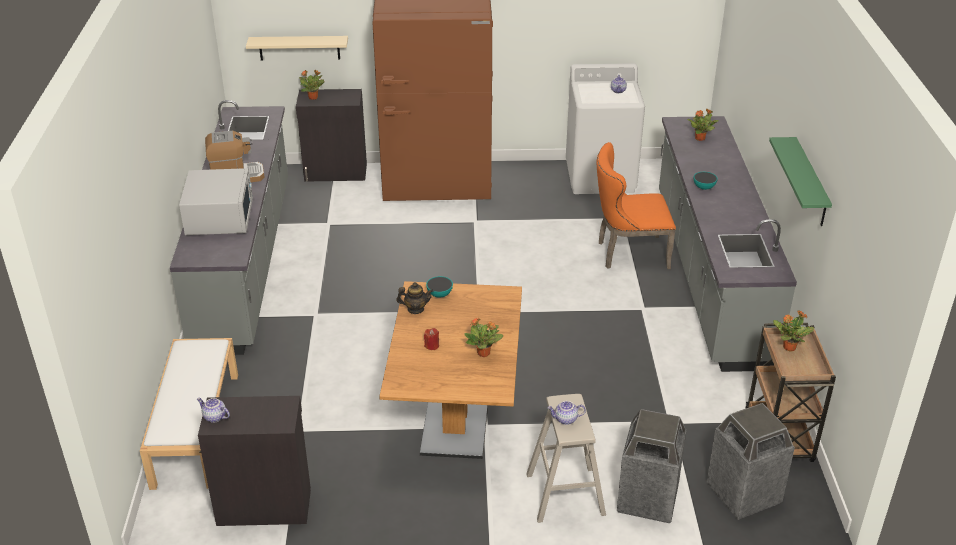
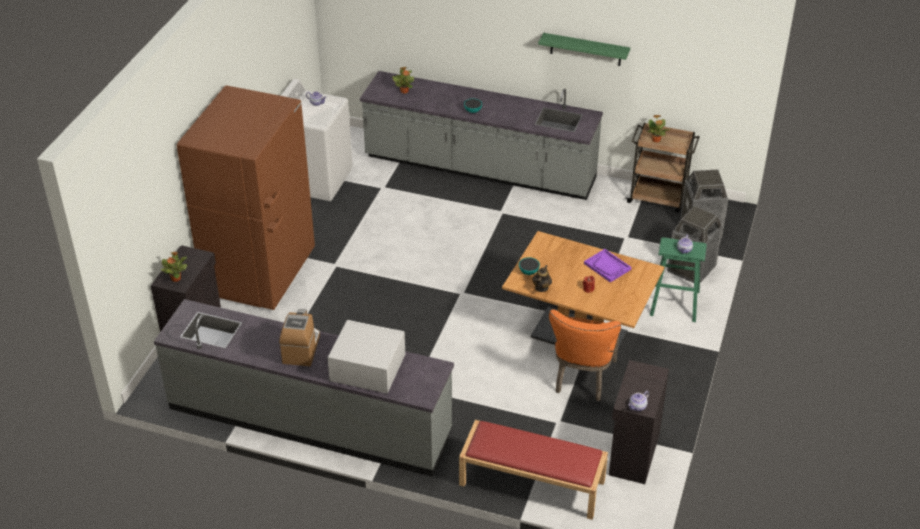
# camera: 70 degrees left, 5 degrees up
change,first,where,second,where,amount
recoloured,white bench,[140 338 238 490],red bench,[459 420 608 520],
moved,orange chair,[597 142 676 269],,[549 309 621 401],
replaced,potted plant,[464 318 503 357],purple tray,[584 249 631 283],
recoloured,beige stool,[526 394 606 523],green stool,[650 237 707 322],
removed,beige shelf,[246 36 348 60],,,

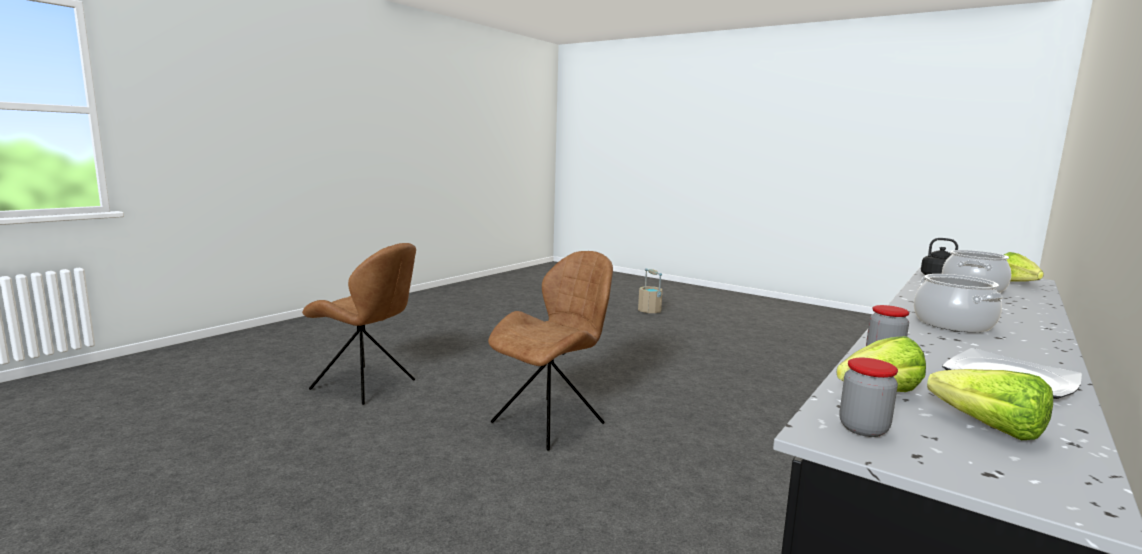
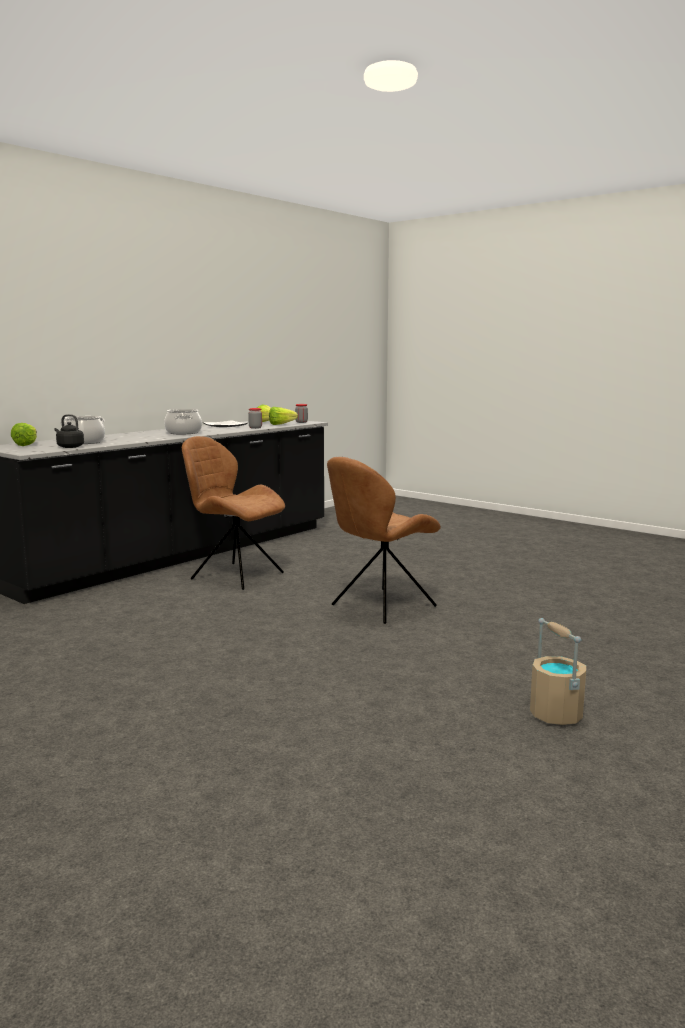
# camera: 175 degrees left, 0 degrees up
change,first,where,second,where,amount
moved,brown chair,[302 243 416 405],,[182 436 285 590],
moved,beige bucket,[638 268 663 313],,[530 618 586 725],

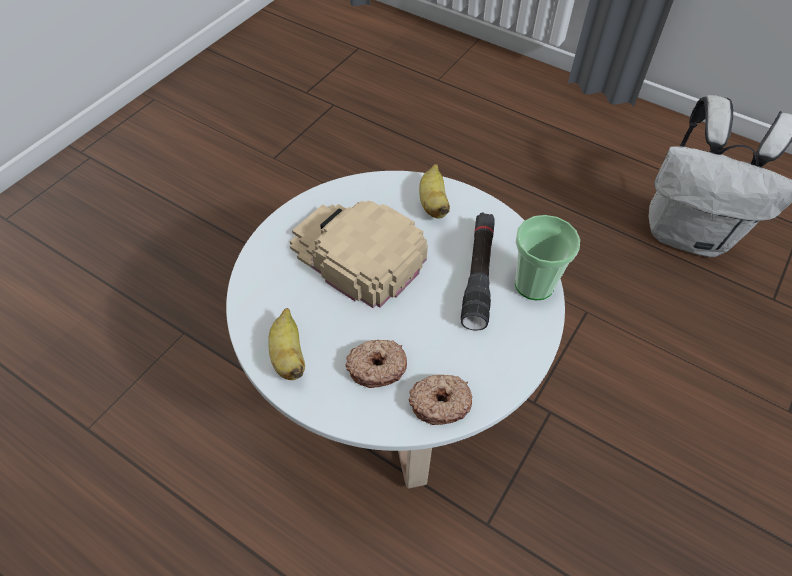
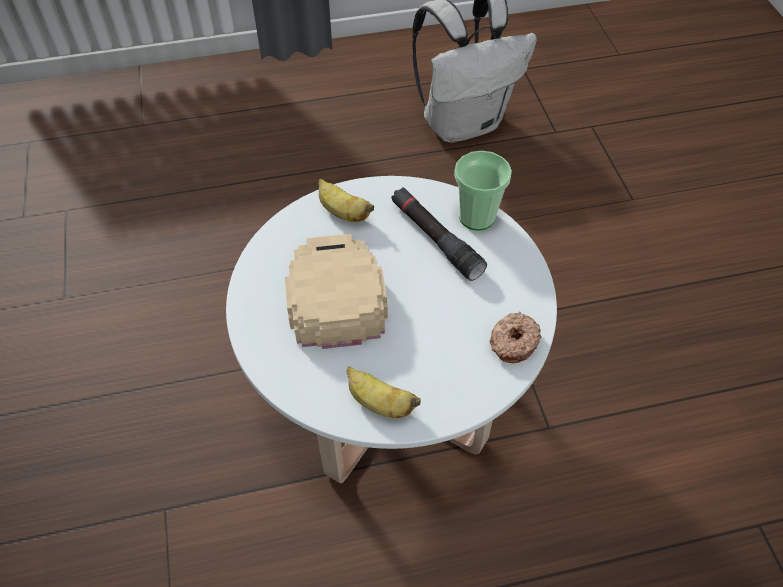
# camera: 45 degrees left, 0 degrees up
change,first,where,second,where,amount
turned,beige cap,[290 200 428 308],,[285 234 388 349],90 degrees clockwise
removed,donut,[345 340 407 388],,,

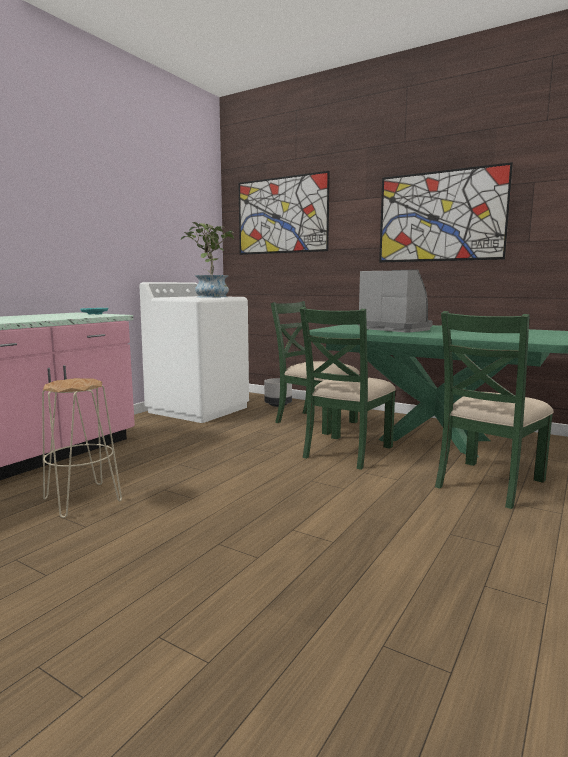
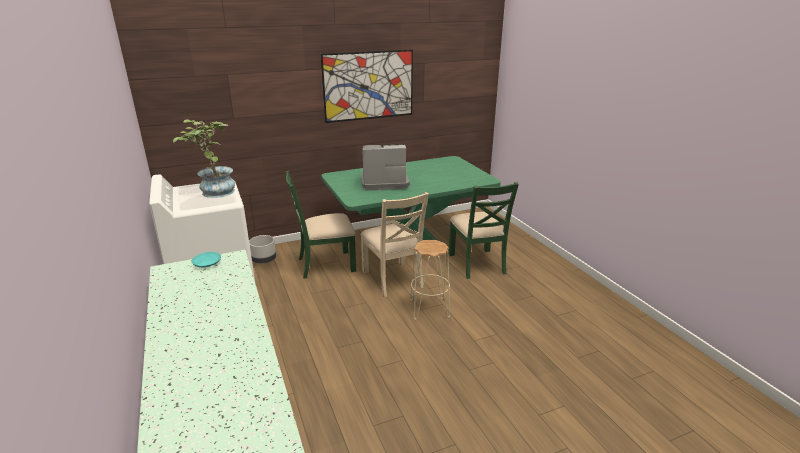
# camera: 55 degrees left, 15 degrees up
change,first,where,second,where,amount
recoloured,green chair,[300 307 396 470],beige chair,[361 192 429 297],
moved,beige stool,[42 378 122 518],,[410 240 450 320],
removed,picture,[238 171 330 255],,,

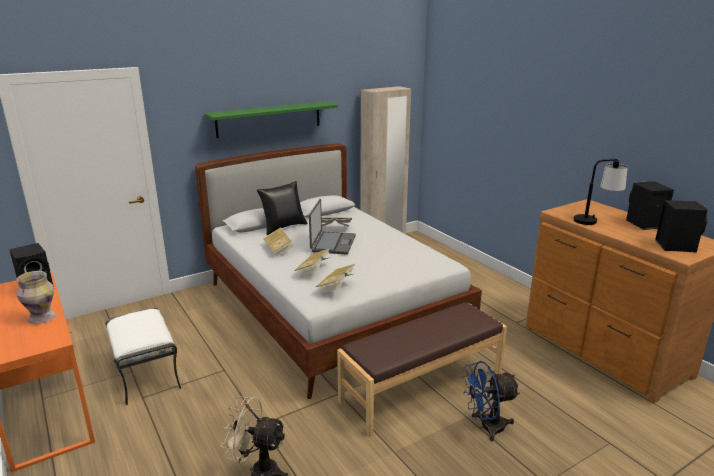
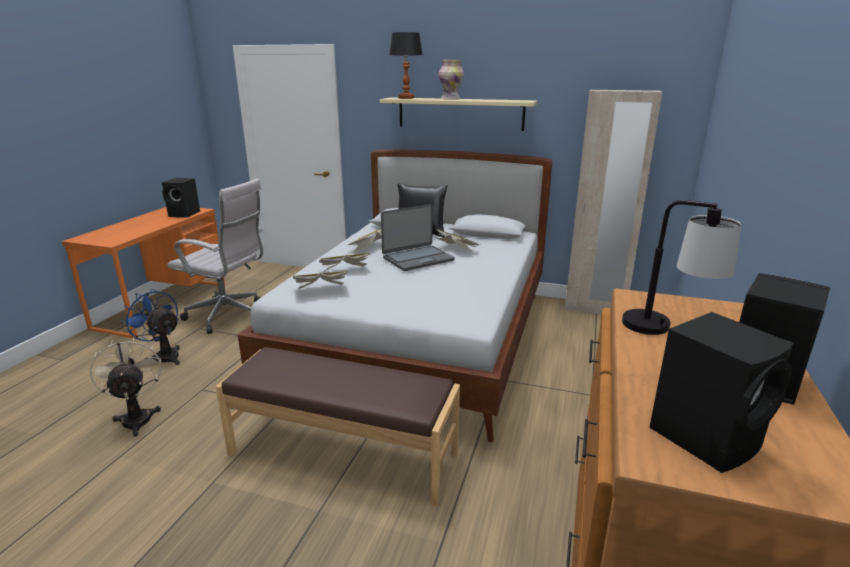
# camera: 50 degrees right, 0 degrees up
change,first,where,second,where,amount
moved,blue fan,[462 361 520 441],,[121 289 180 365],
replaced,white ottoman,[105 308 181 405],white office chair,[167 178 263 334],
recoloured,green shelf,[204 101 338 138],beige shelf,[380 97 537 131],
added,,,table lamp,[389 32 422 99],
moved,vase,[16 271 56 324],,[439 60 464 100],

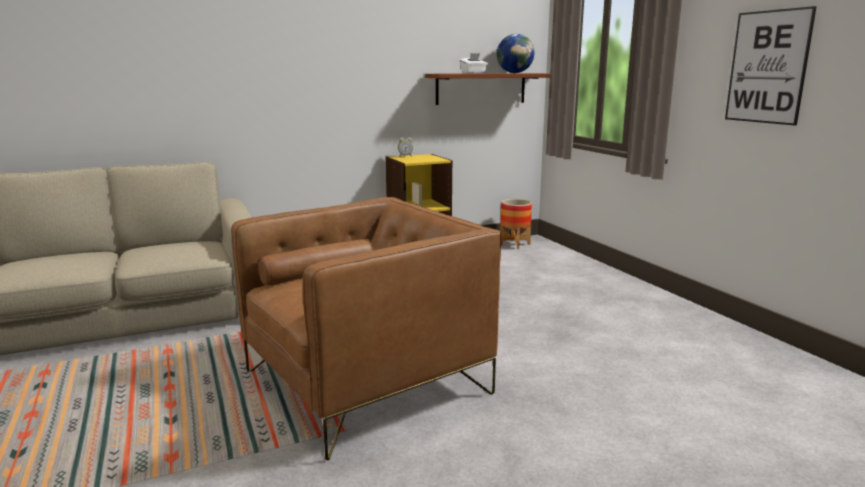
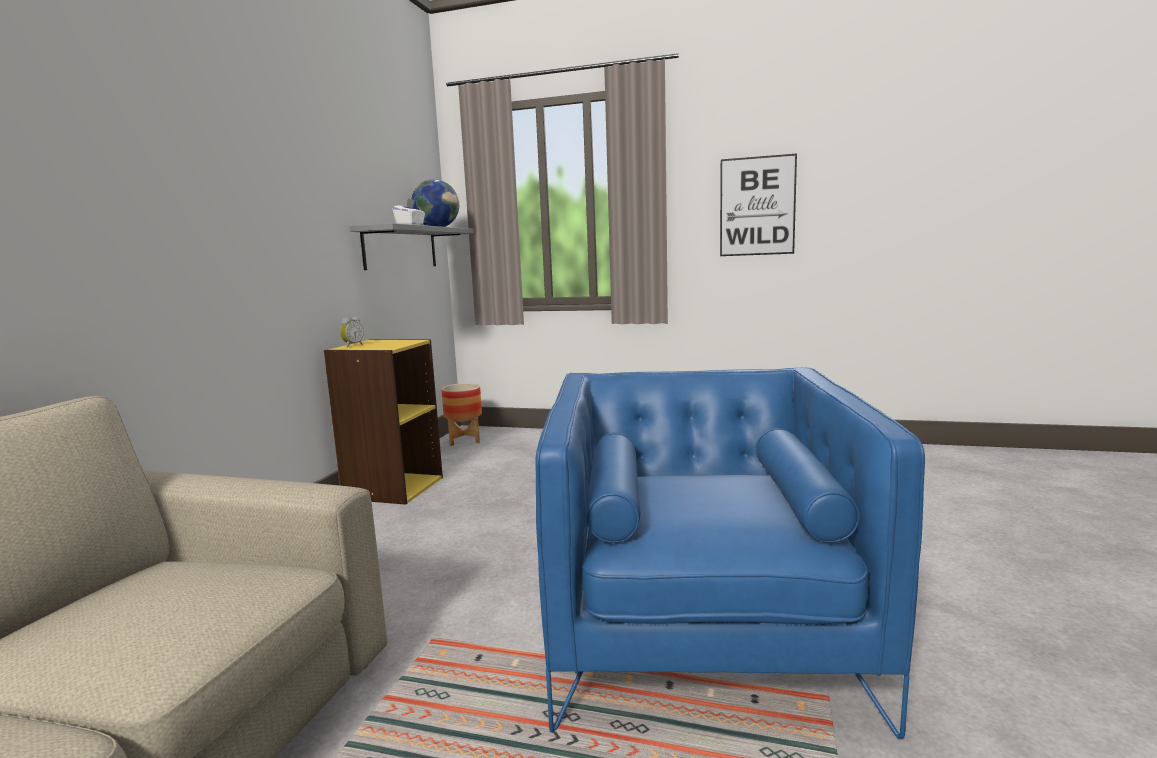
# camera: 50 degrees left, 5 degrees down
change,first,where,second,where,amount
recoloured,brown shelf,[425 73 552 105],grey shelf,[350 223 474 270],
recoloured,brown armchair,[231 197 501 460],blue armchair,[535 367 925 739],

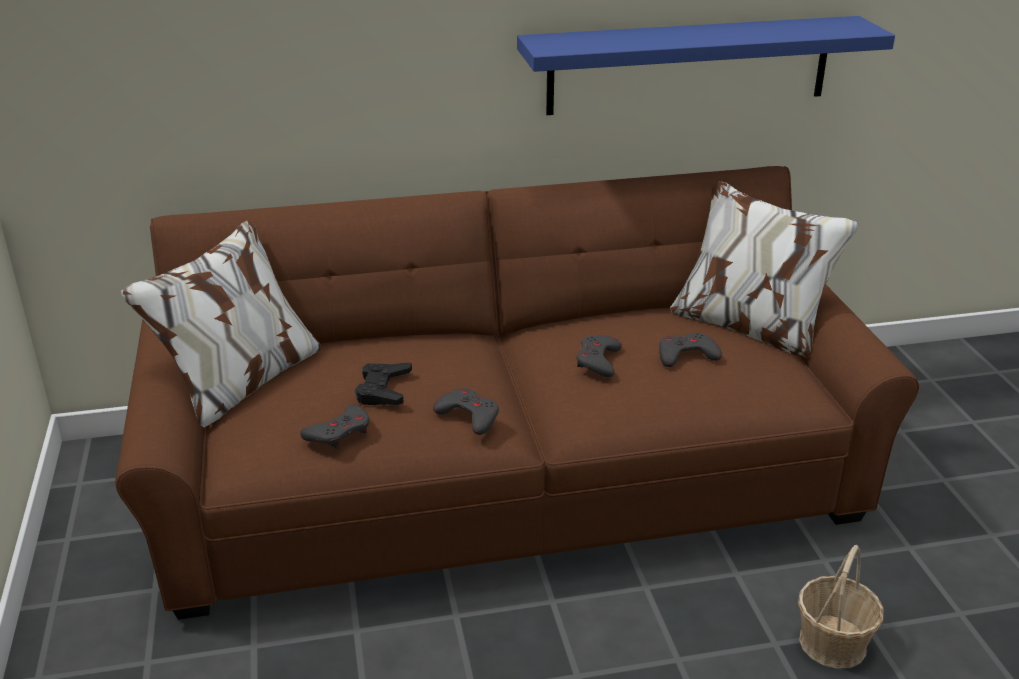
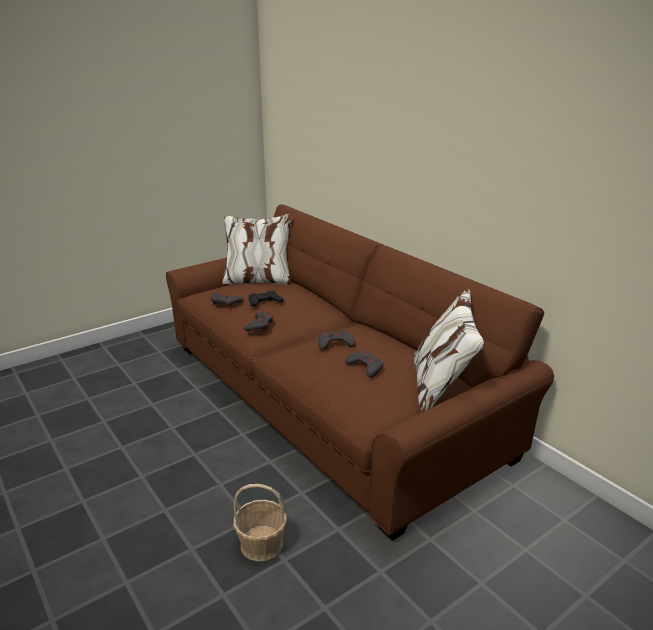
# camera: 65 degrees right, 5 degrees down
change,first,where,second,where,amount
removed,blue shelf,[517 16 895 115],,,

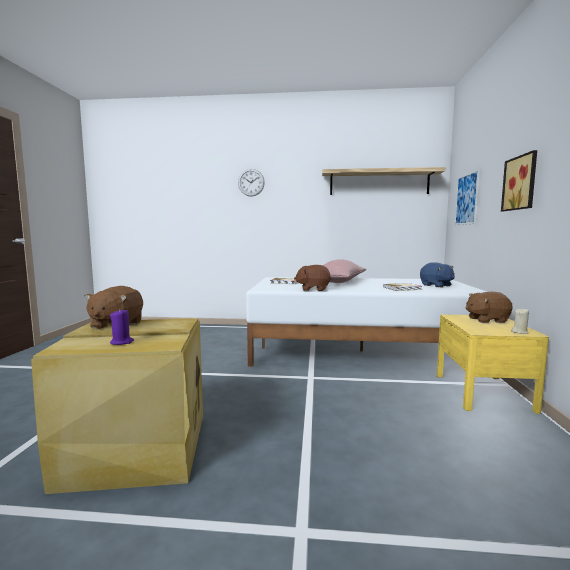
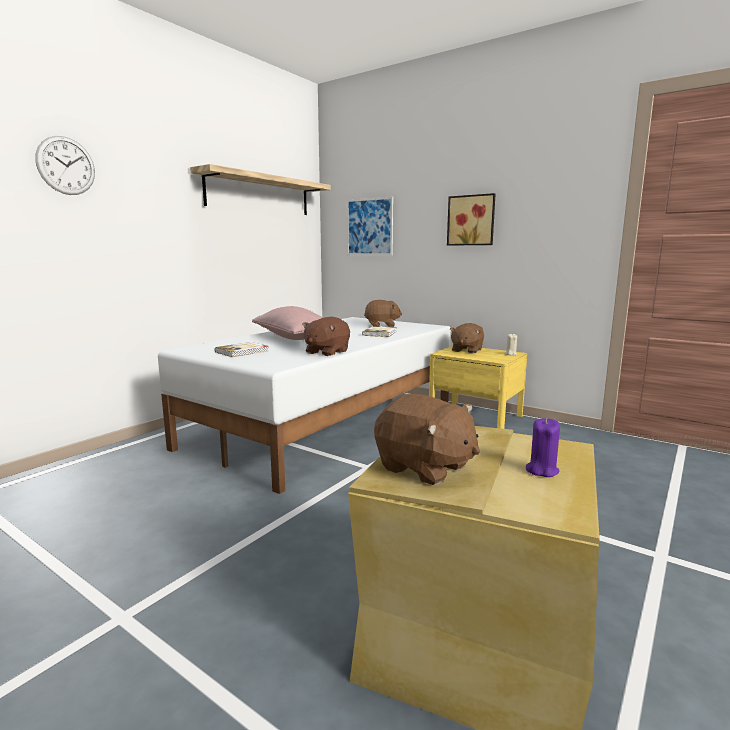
# camera: 60 degrees left, 5 degrees up
change,first,where,second,where,amount
recoloured,blue plush toy,[420 262 455 287],brown plush toy,[364 300 402 327],

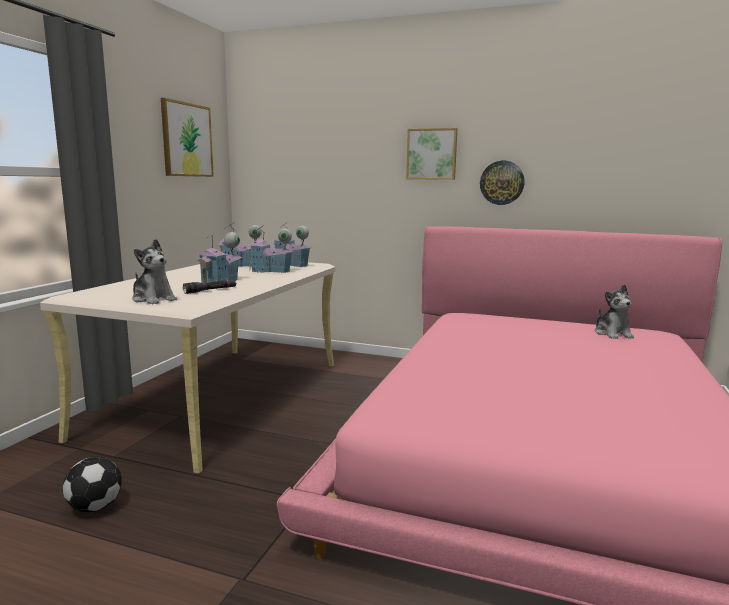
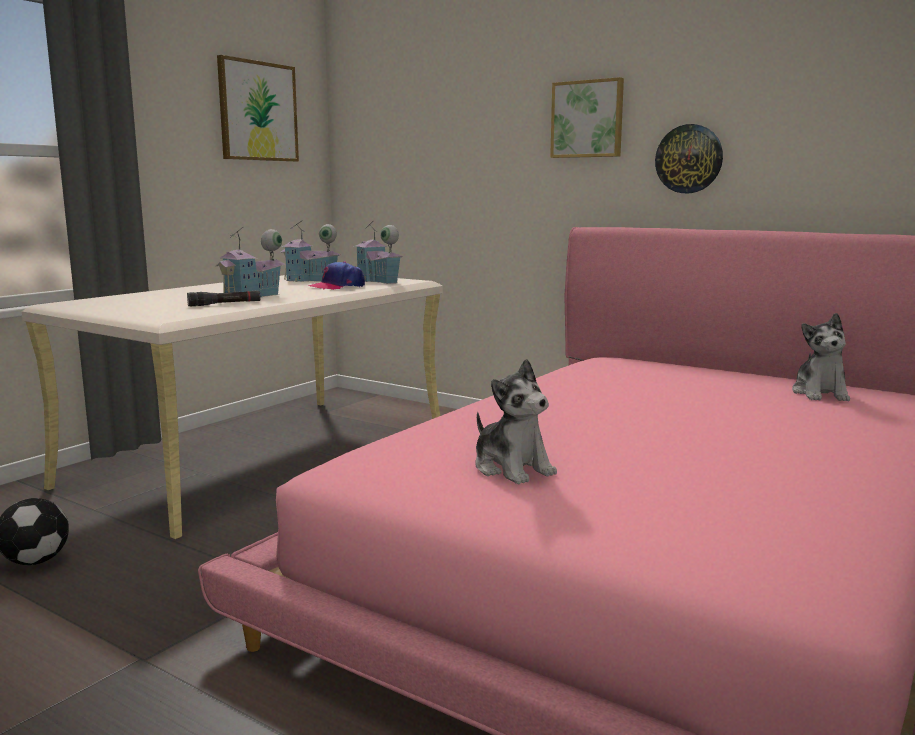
# camera: 15 degrees right, 0 degrees up
change,first,where,second,where,amount
replaced,toy house,[246 225 294 273],cap,[308 261 365 290],
moved,plush toy,[132 239 177 304],,[475 359 557 484],

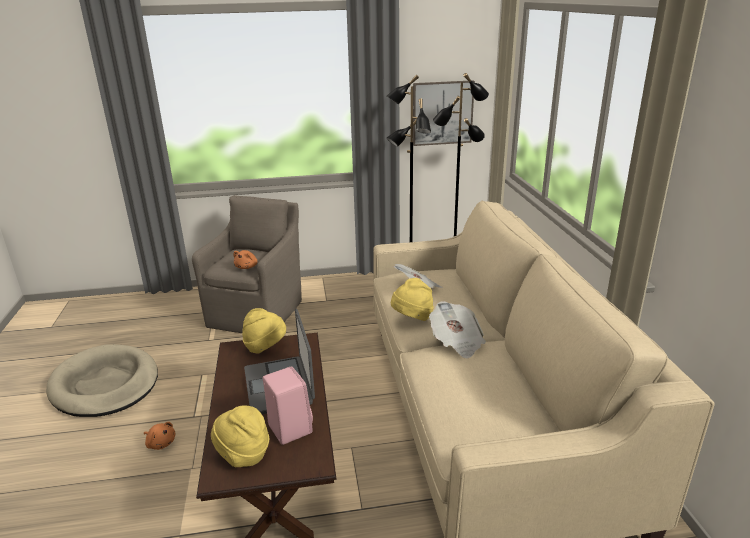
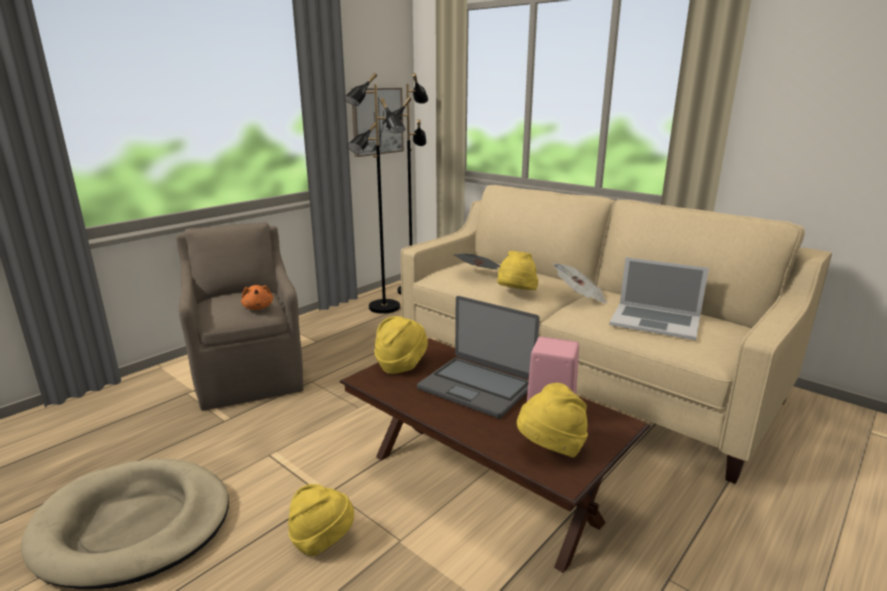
# camera: 40 degrees left, 5 degrees down
change,first,where,second,where,amount
replaced,orange plush toy,[144 422 175 450],yellow hat,[288 484 354 556],
added,,,laptop,[609 257 709 340],

